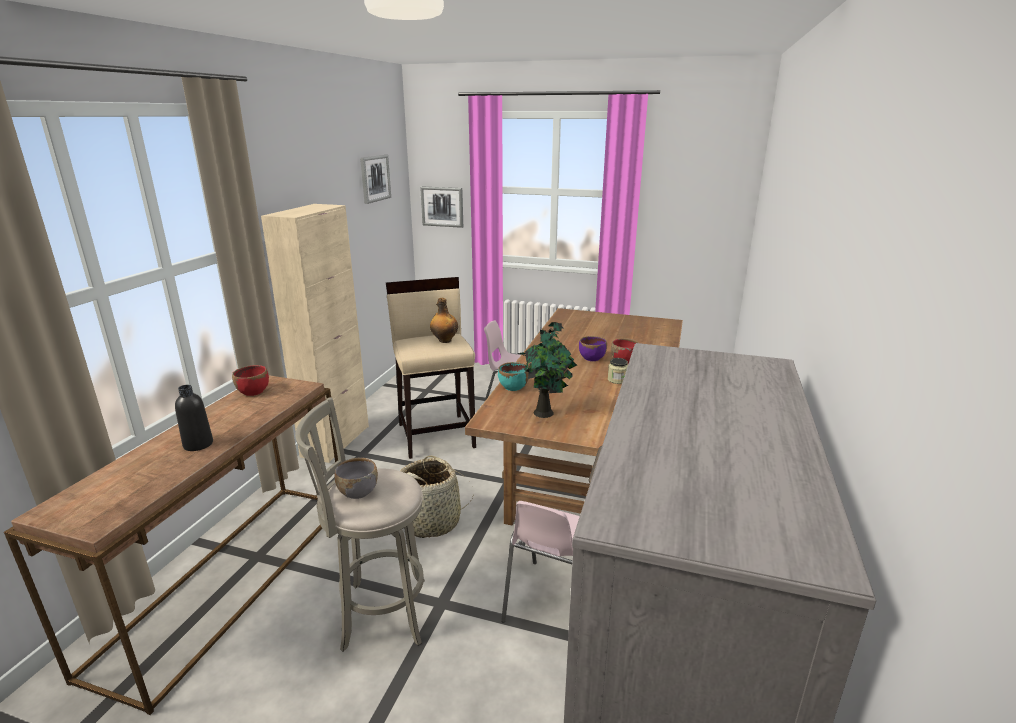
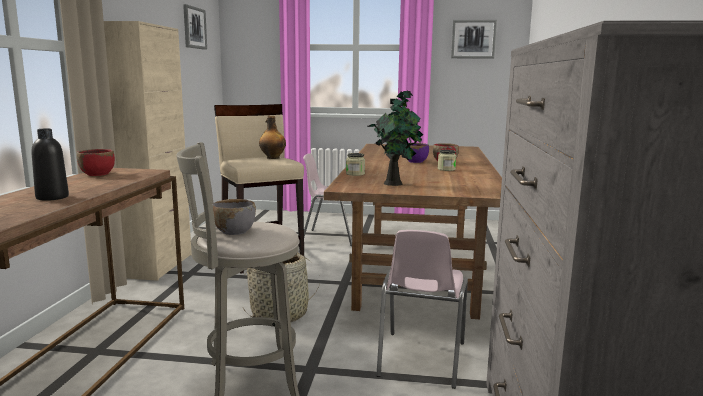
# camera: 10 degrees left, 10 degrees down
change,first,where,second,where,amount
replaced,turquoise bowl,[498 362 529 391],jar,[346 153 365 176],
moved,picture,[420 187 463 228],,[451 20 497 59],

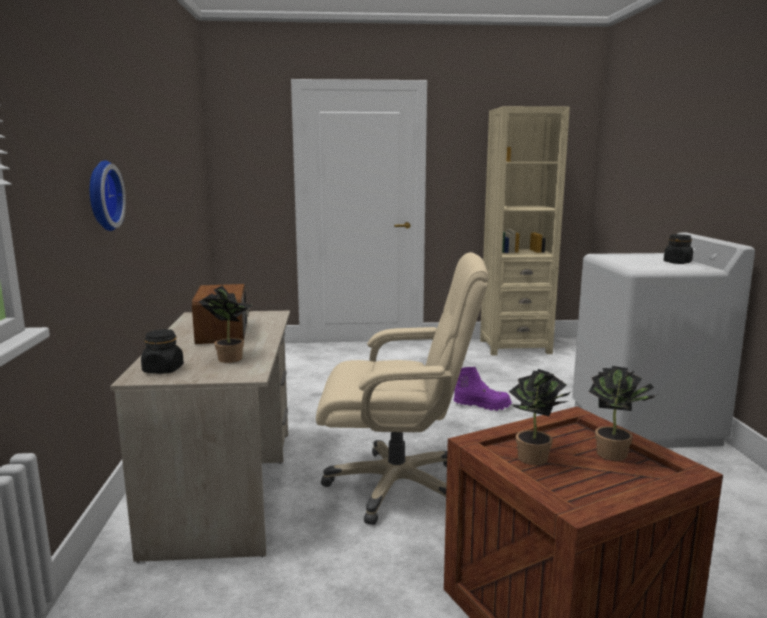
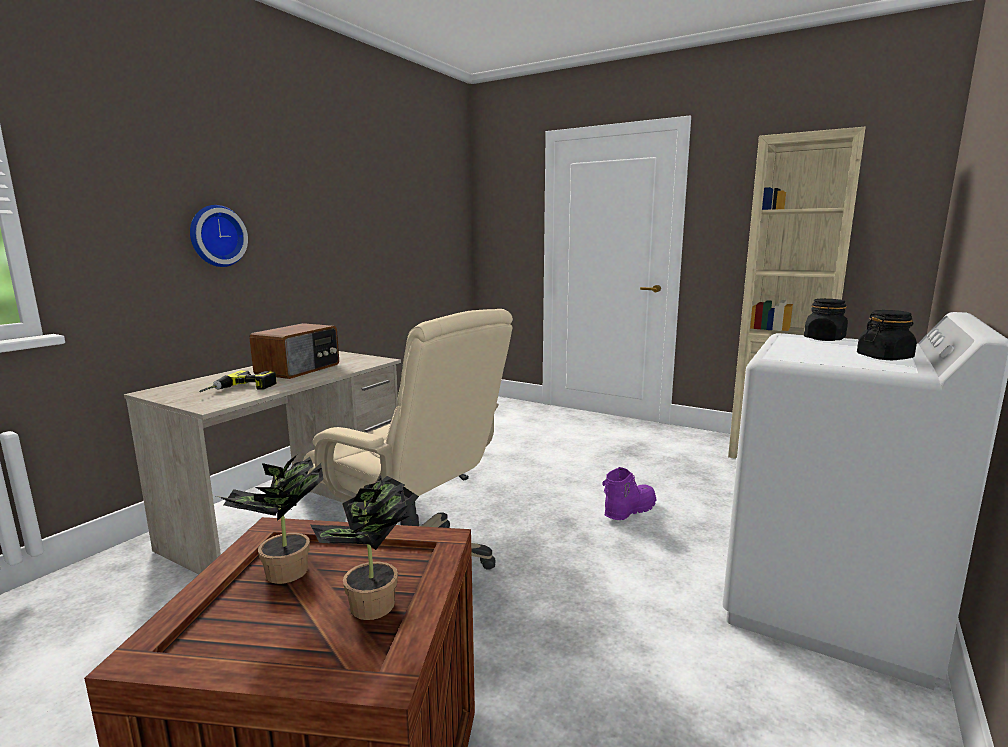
# camera: 35 degrees right, 0 degrees up
change,first,where,second,where,amount
replaced,potted plant,[199 286 252 363],power drill,[199 370 277 393],
turned,purple boot,[454 366 512 411],,[603 467 656 520],90 degrees counterclockwise
moved,black jar,[141 329 184 374],,[804 299 848 341],

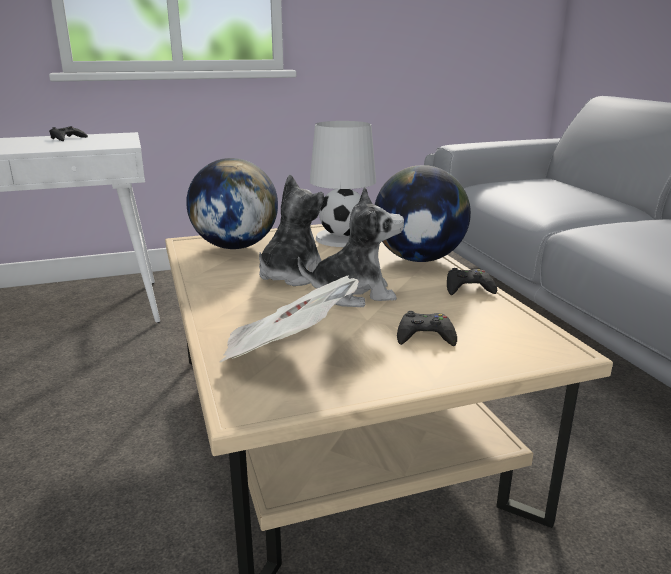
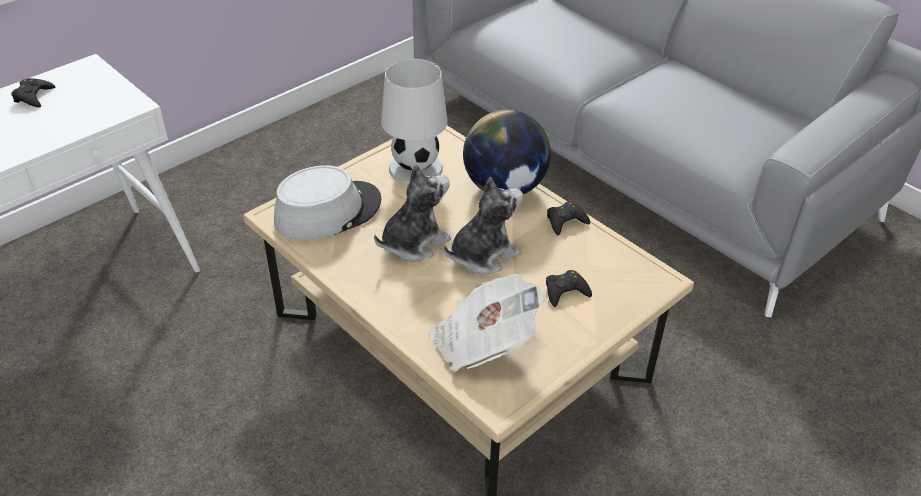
# camera: 25 degrees left, 20 degrees up
change,first,where,second,where,amount
replaced,globe,[186 158 278 249],grey hat,[274 165 381 240],
turned,plush toy,[259 175 324 286],,[374 164 451 262],45 degrees clockwise

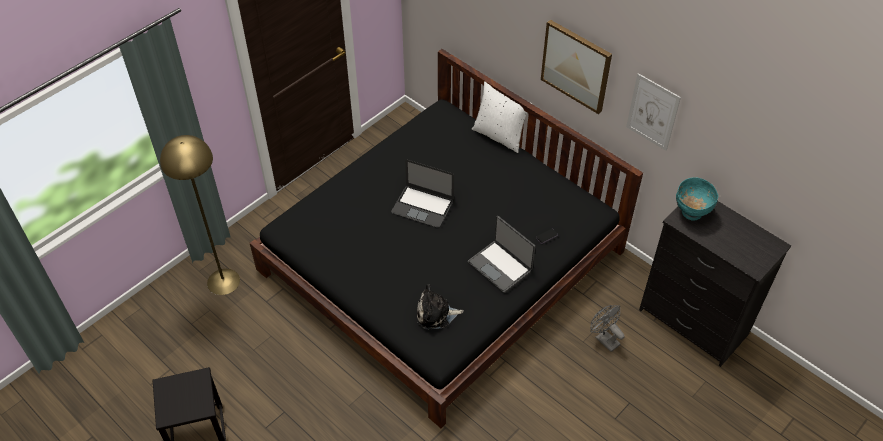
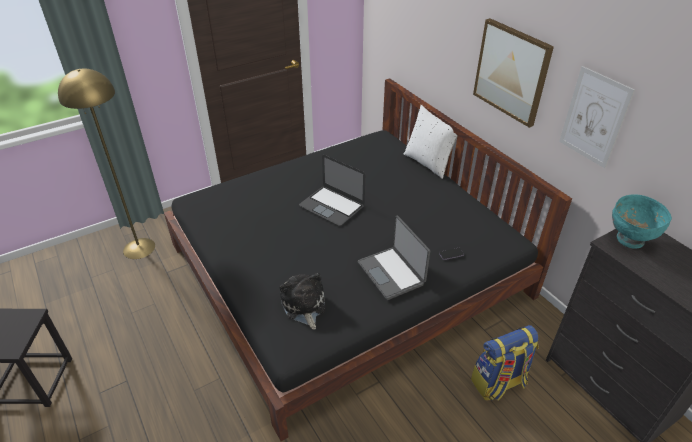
# camera: 15 degrees right, 10 degrees down
change,first,where,second,where,amount
turned,plush toy,[417 284 464 330],,[280 273 326 330],60 degrees clockwise
replaced,grey fan,[590 305 625 352],backpack,[471 325 539 401],

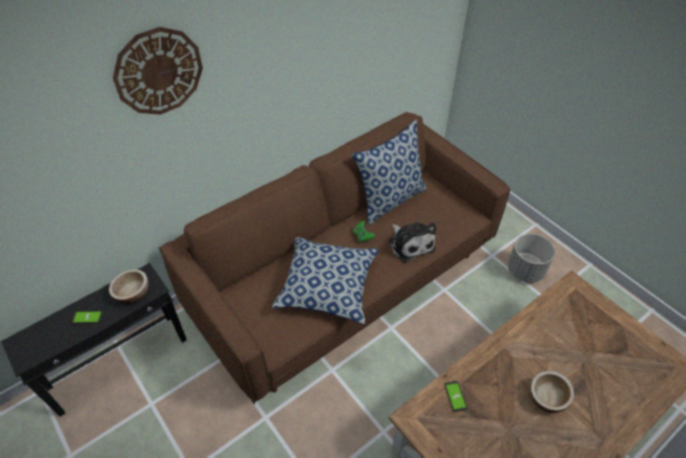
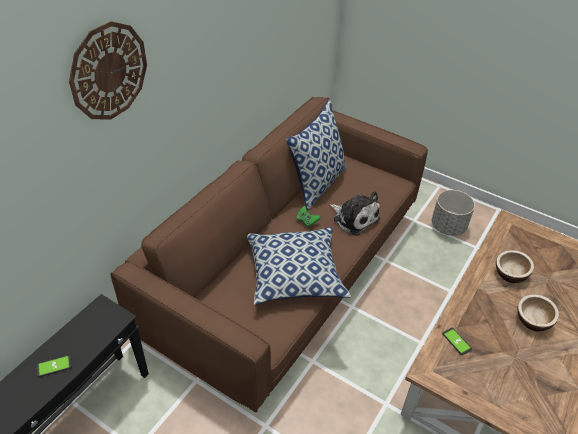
# camera: 20 degrees left, 5 degrees down
change,first,where,second,where,amount
moved,bowl,[109 269 149 304],,[496 250 534 283],

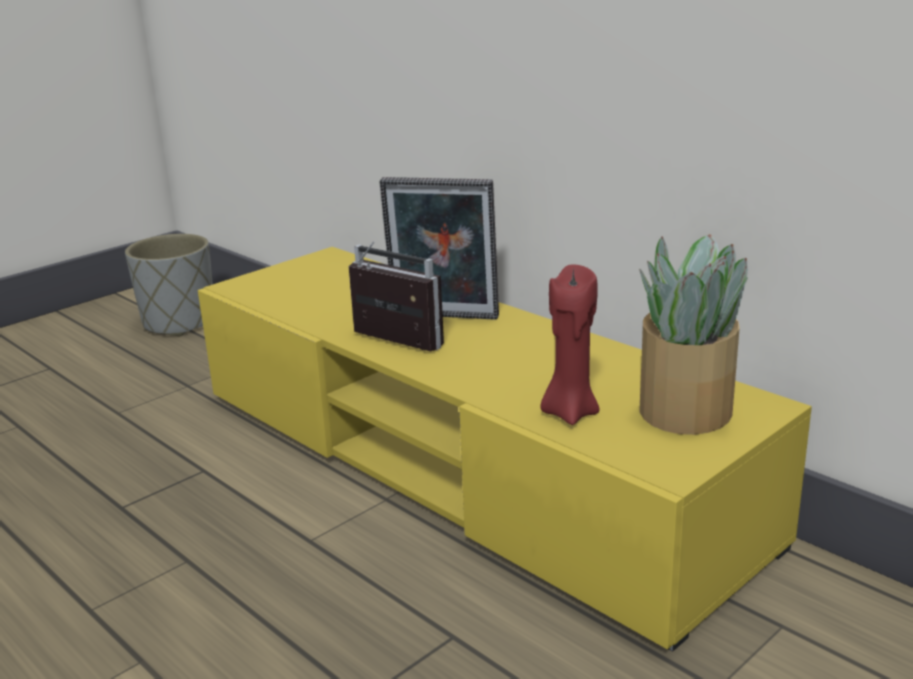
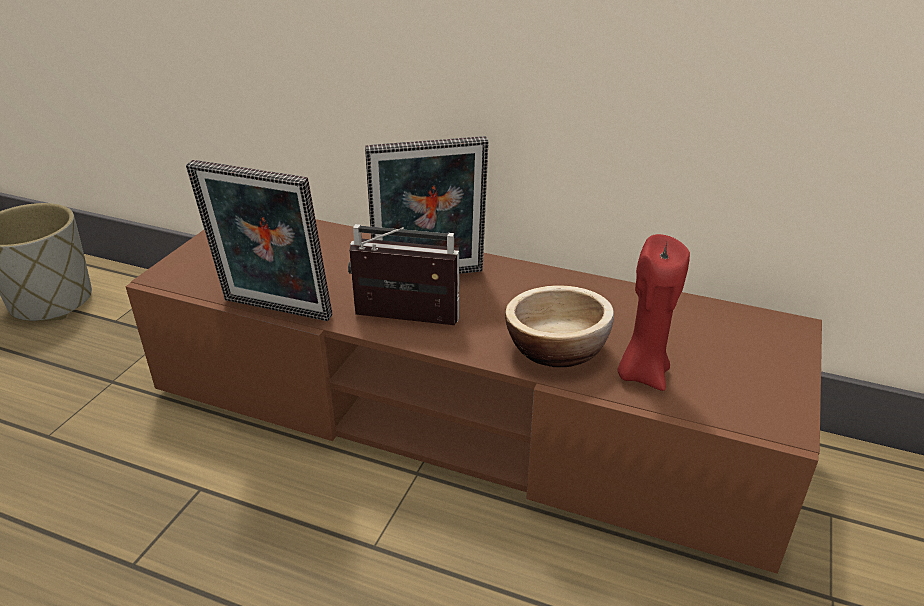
# camera: 25 degrees left, 10 degrees up
change,first,where,second,where,amount
recoloured,yellow tv stand,[198 247 812 651],brown tv stand,[126 219 822 574],
added,,,picture frame,[186 160 333 321],
added,,,bowl,[505 286 614 367],
removed,potted plant,[639 234 748 435],,,

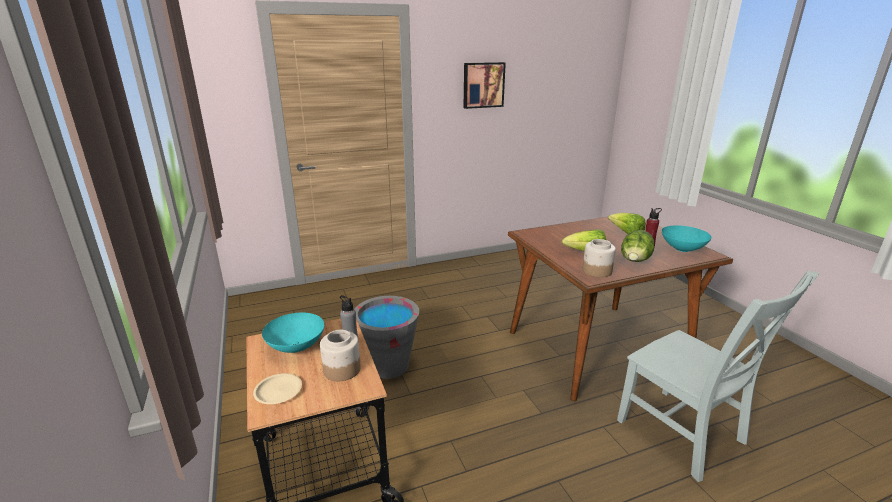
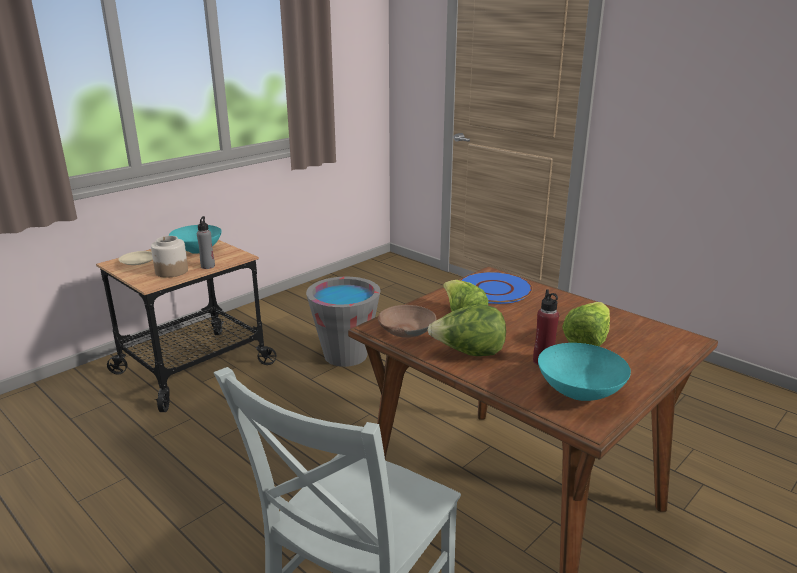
# camera: 65 degrees right, 0 degrees up
change,first,where,second,where,amount
replaced,jar,[582 239 616 278],brown bowl,[378 305 436 338],
added,,,blue plate,[460 272 533 304],
removed,picture,[464 62 506 109],,,

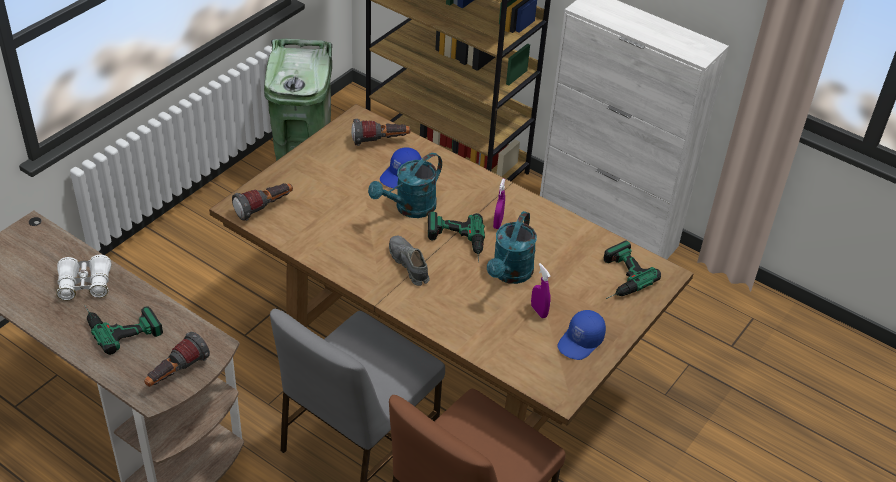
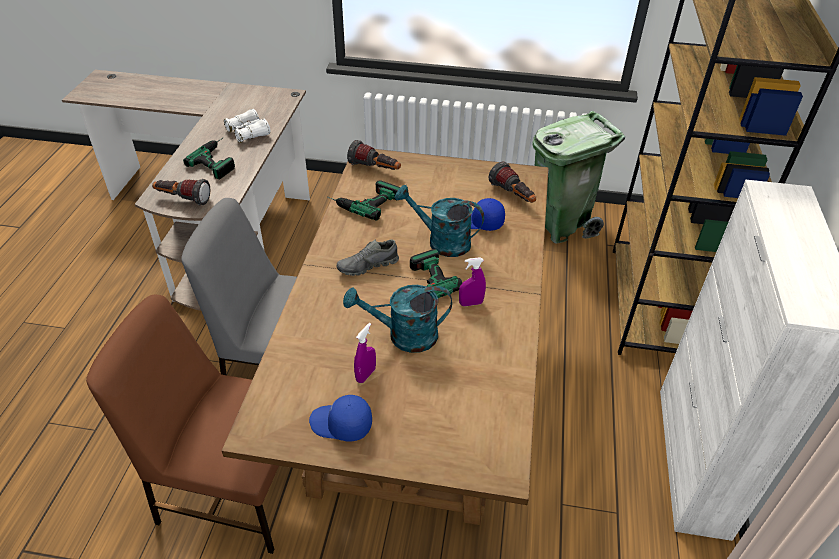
# camera: 65 degrees right, 0 degrees up
change,first,where,second,where,amount
moved,power drill,[604 240 661 299],,[327 180 400 221],
turned,grey shoe,[389 236 429 286],,[336 239 399 276],150 degrees counterclockwise

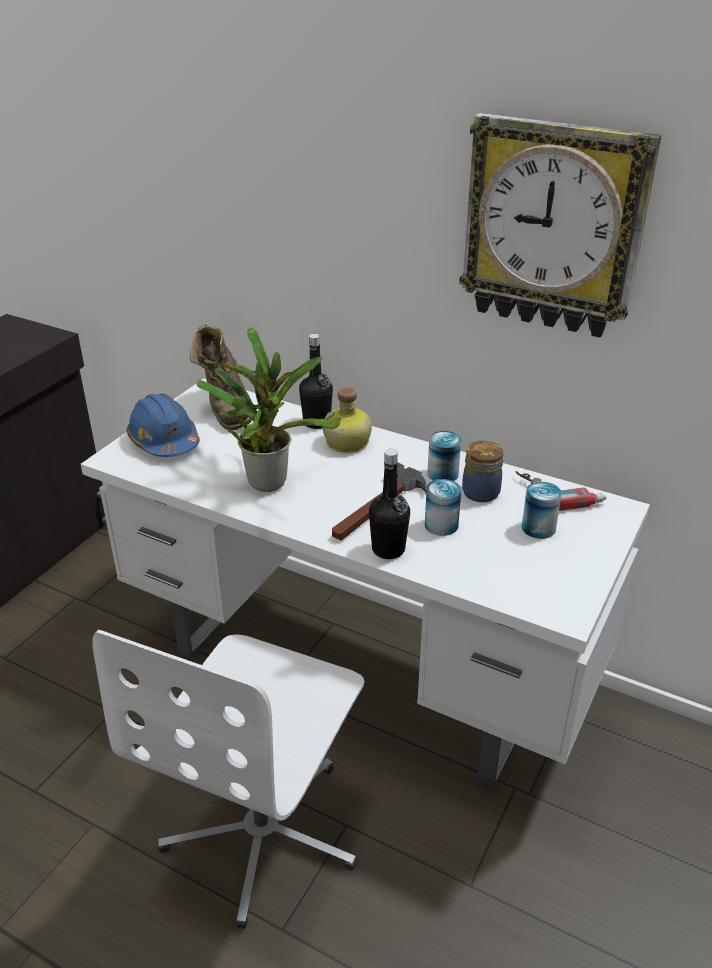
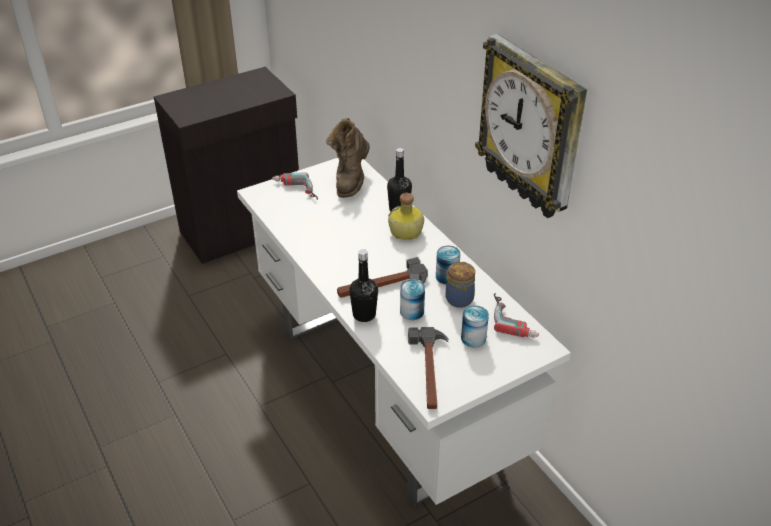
# camera: 30 degrees right, 5 degrees up
change,first,where,second,where,amount
replaced,blue hard hat,[127 393 200 457],power drill,[272 172 318 200],
added,,,hammer,[408 327 449 409],
removed,white office chair,[92 630 365 929],,,
removed,potted plant,[196 328 341 492],,,

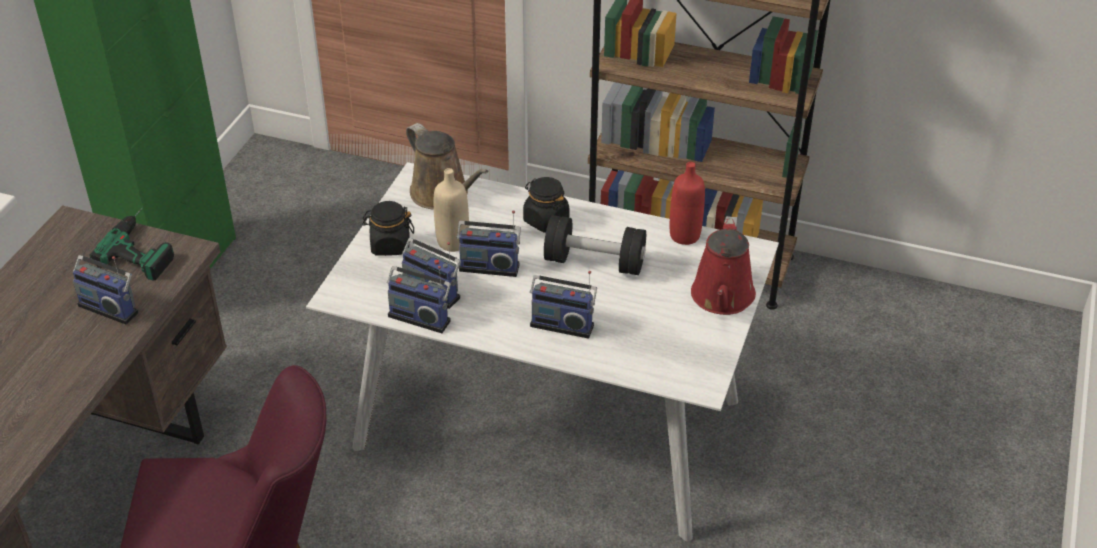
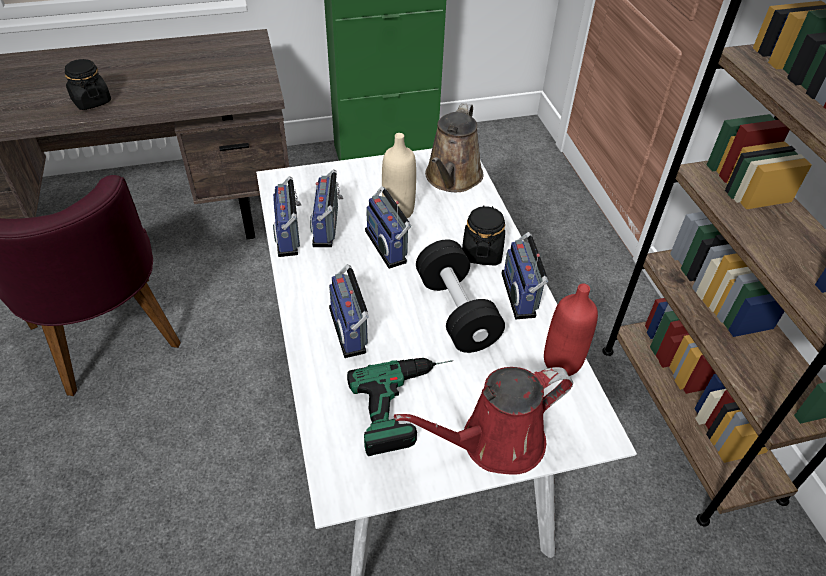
# camera: 55 degrees right, 5 degrees up
change,first,where,second,where,amount
moved,black jar,[362 201 414 256],,[65 59 111 110],
moved,power drill,[89 208 174 280],,[347 358 453 456],
moved,radio,[73 255 138 325],,[501 232 548 319],

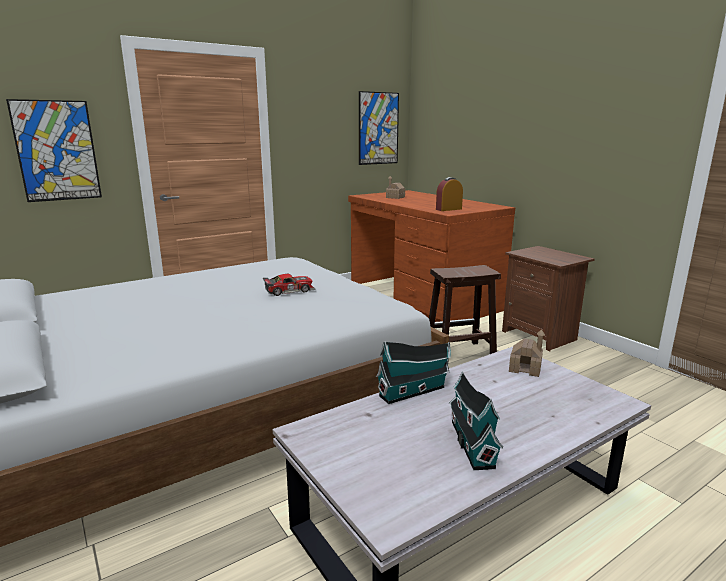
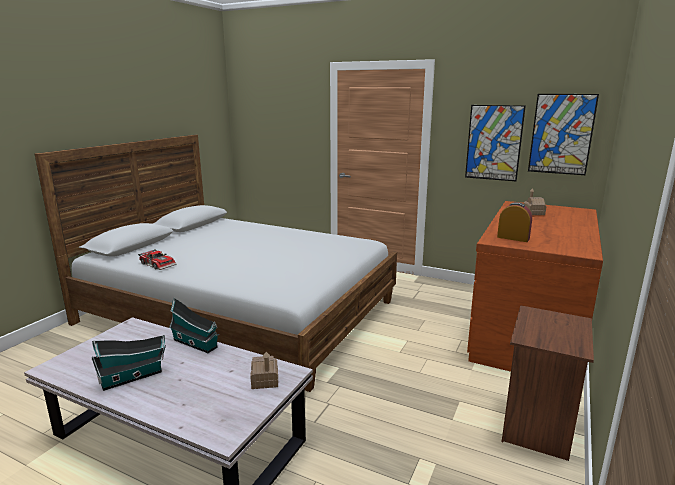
# camera: 60 degrees right, 0 degrees up
change,first,where,second,where,amount
moved,toy car,[263 274 315 296],,[138 249 177 270],
moved,picture,[6 99 102 202],,[465 105 526 181],
removed,brown stool,[429 265 501 354],,,

